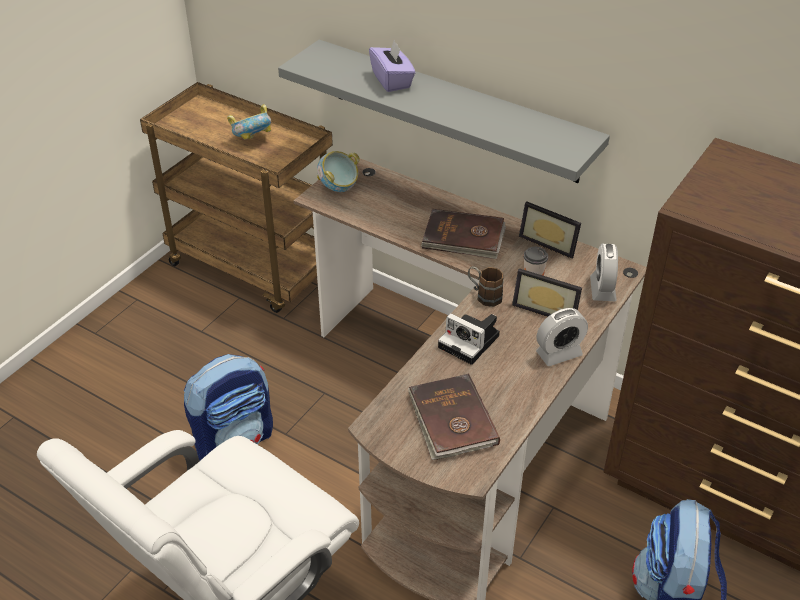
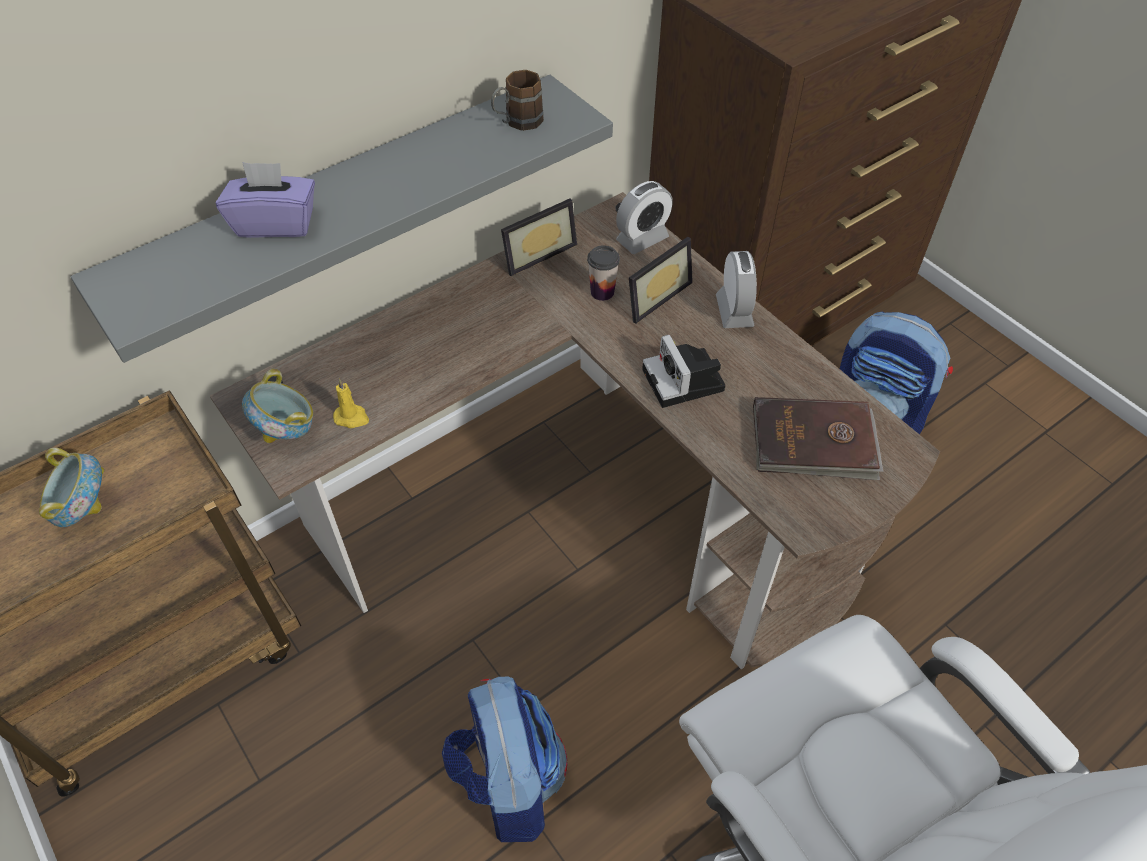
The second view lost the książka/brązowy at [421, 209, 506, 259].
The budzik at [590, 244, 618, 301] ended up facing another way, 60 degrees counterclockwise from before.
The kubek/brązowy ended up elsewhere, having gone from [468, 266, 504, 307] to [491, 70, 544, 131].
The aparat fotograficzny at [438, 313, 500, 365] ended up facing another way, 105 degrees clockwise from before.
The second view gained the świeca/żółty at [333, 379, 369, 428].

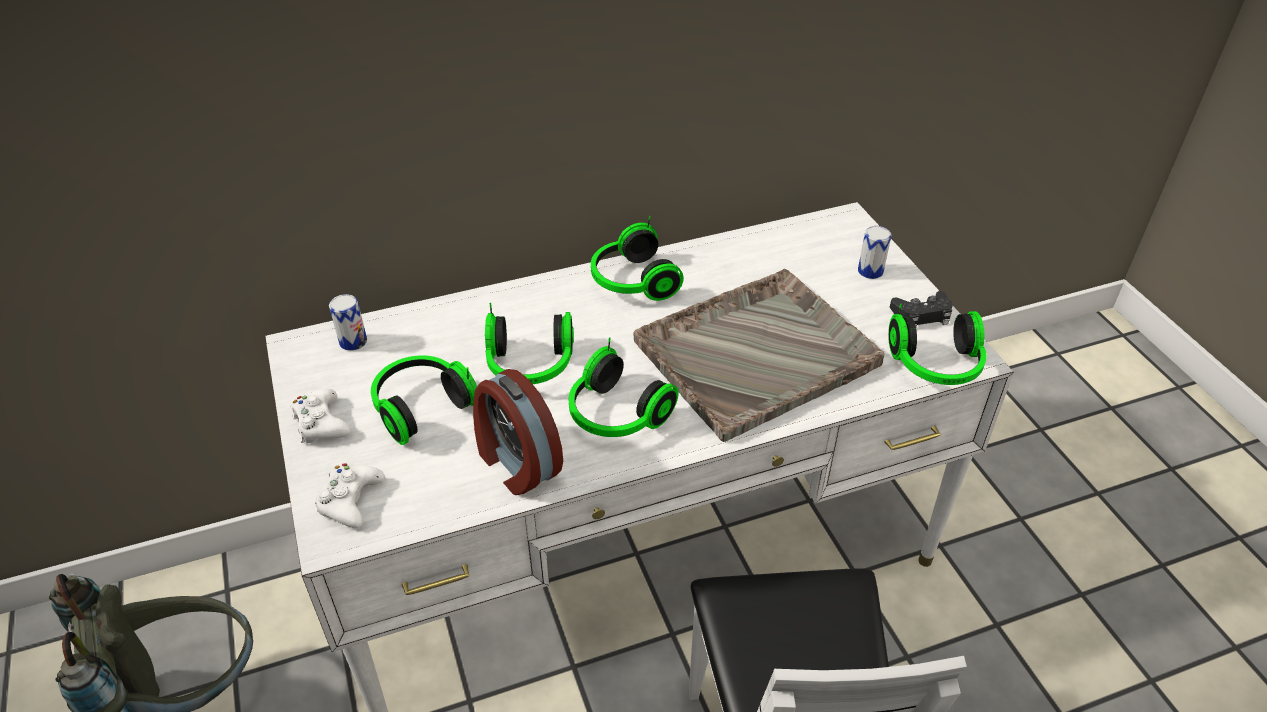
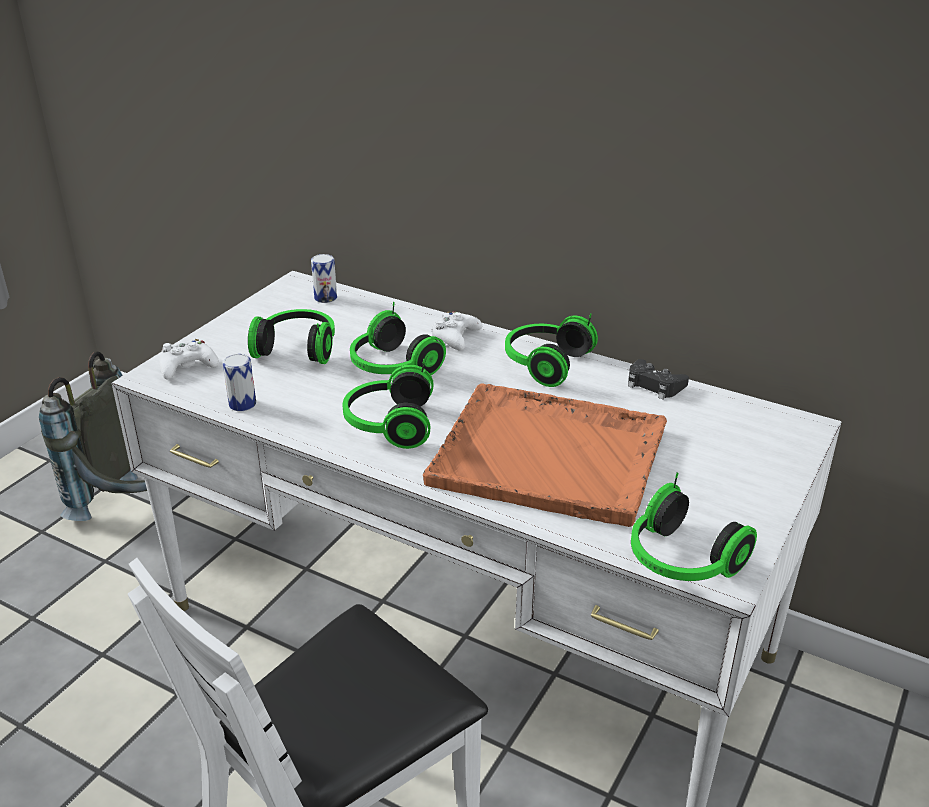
The puszka ended up elsewhere, having gone from [858, 226, 892, 279] to [222, 354, 256, 411].
What was the taca/szary at [634, 269, 884, 442] turned into the taca/pomarańczowy at [423, 383, 667, 527].
The pad do gier/czarny ended up elsewhere, having gone from [890, 291, 953, 327] to [628, 359, 689, 400].
The second view lost the budzik at [473, 369, 563, 495].
The pad do gier/biały ended up elsewhere, having gone from [291, 389, 351, 443] to [431, 311, 482, 351].

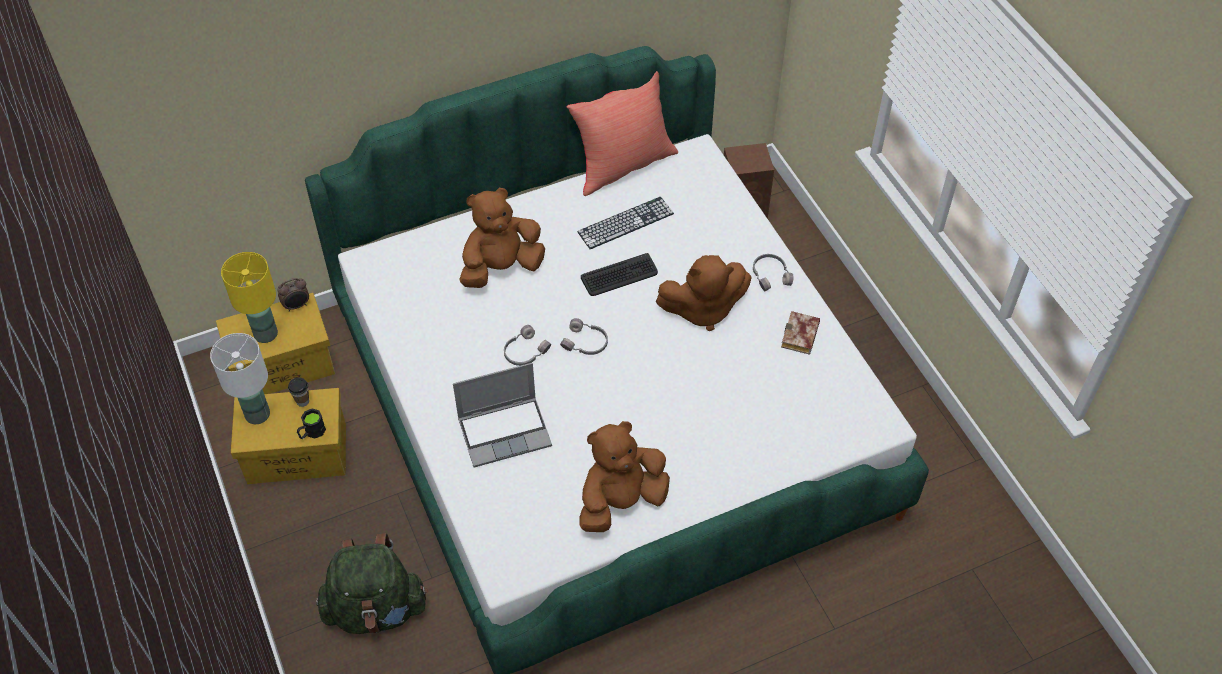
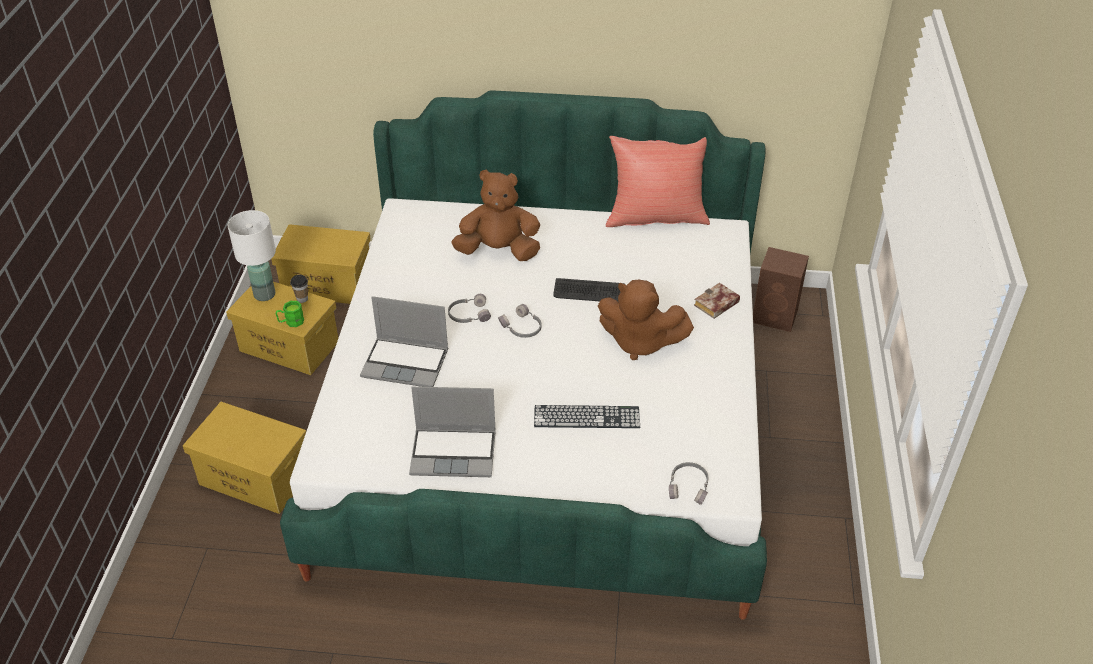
The klawiatura ended up elsewhere, having gone from [577, 197, 674, 249] to [534, 405, 640, 428].
The second view lost the lampa stołowa/żółty at [221, 252, 278, 343].
The słuchawki/szary ended up elsewhere, having gone from [753, 254, 794, 291] to [669, 462, 709, 505].
The second view lost the budzik at [278, 278, 309, 312].
The książka ended up elsewhere, having gone from [781, 311, 820, 355] to [694, 283, 740, 319].
What was the kubek/czarny at [297, 409, 326, 439] turned into the kubek/zielony at [276, 301, 304, 327].
Where the pluszak/brązowy stood at [579, 421, 670, 532], the laptop came to stand at [409, 387, 496, 477].
Where the plecak/zielony stood at [316, 533, 428, 634], the pojemnik do przechowywania/żółty came to stand at [183, 402, 306, 514].

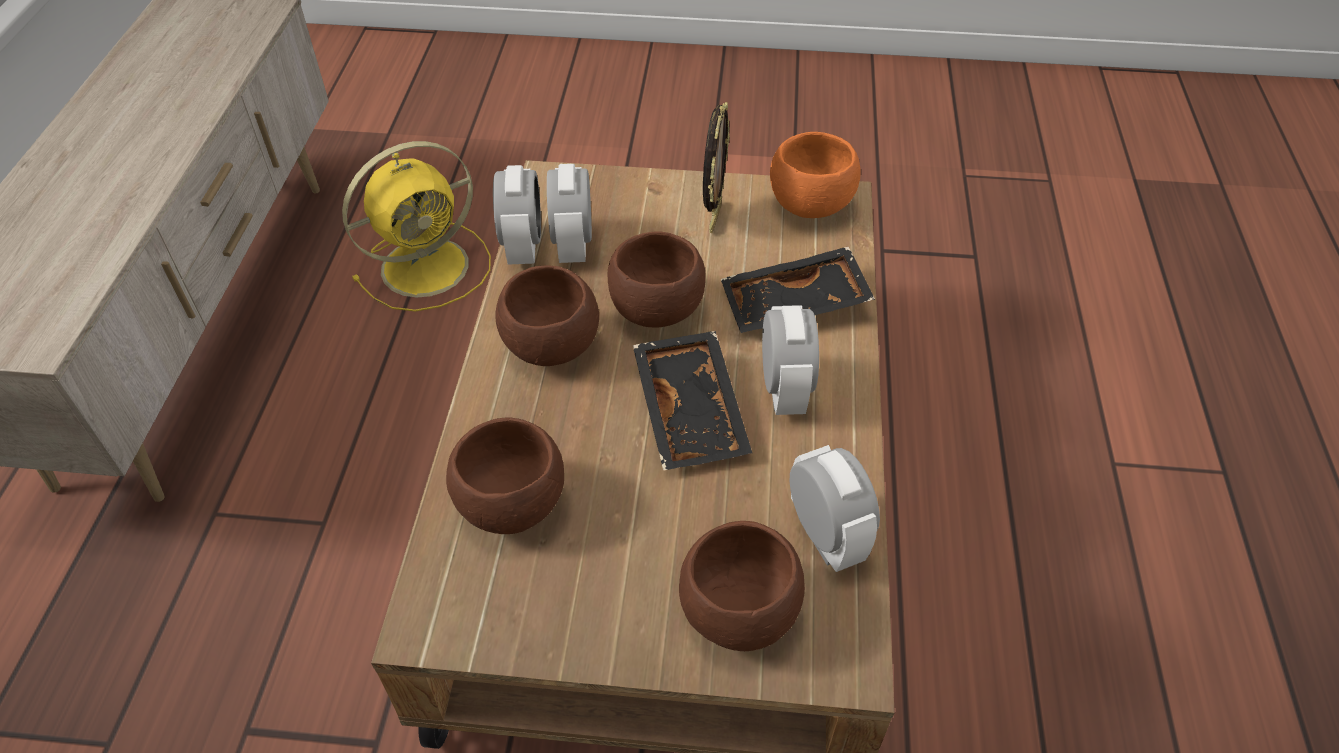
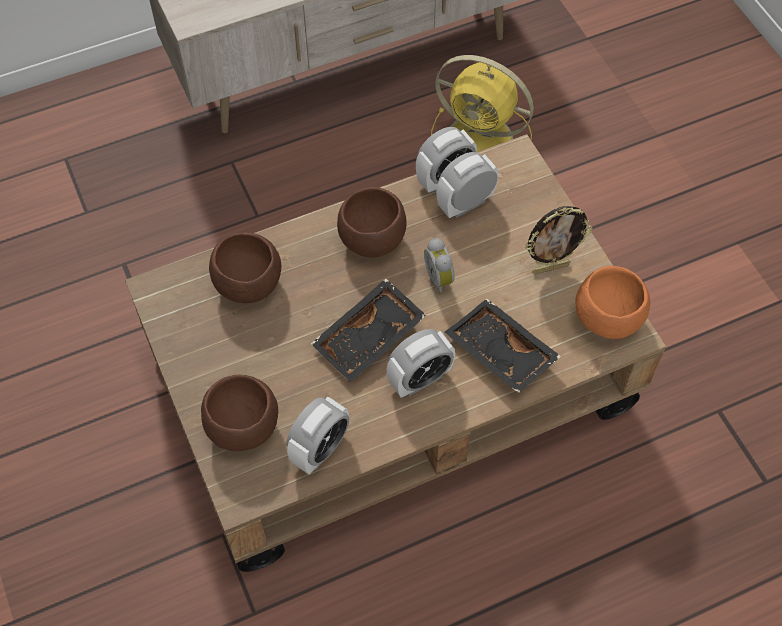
Where the miska/brązowy stood at [608, 231, 706, 327], the budzik came to stand at [424, 238, 455, 294].

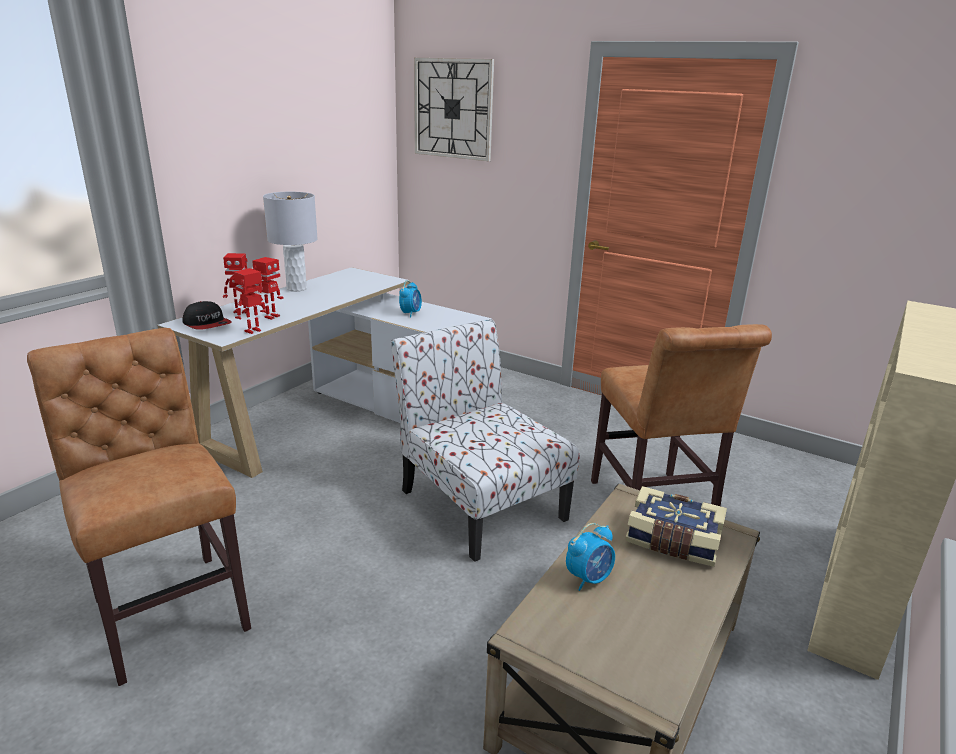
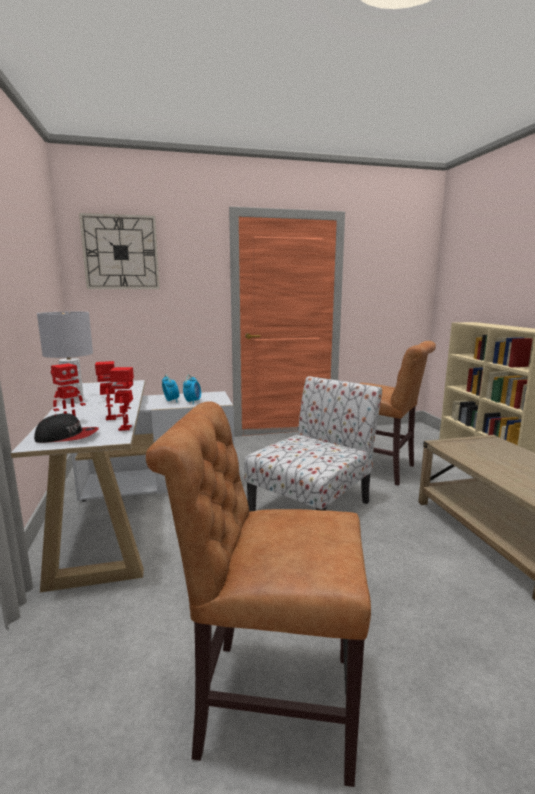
The krzesło at [391, 319, 579, 562] ended up facing another way, 120 degrees clockwise from before.
The second view lost the książka at [626, 486, 727, 567].
The budzik ended up elsewhere, having gone from [566, 523, 615, 591] to [183, 375, 201, 405].

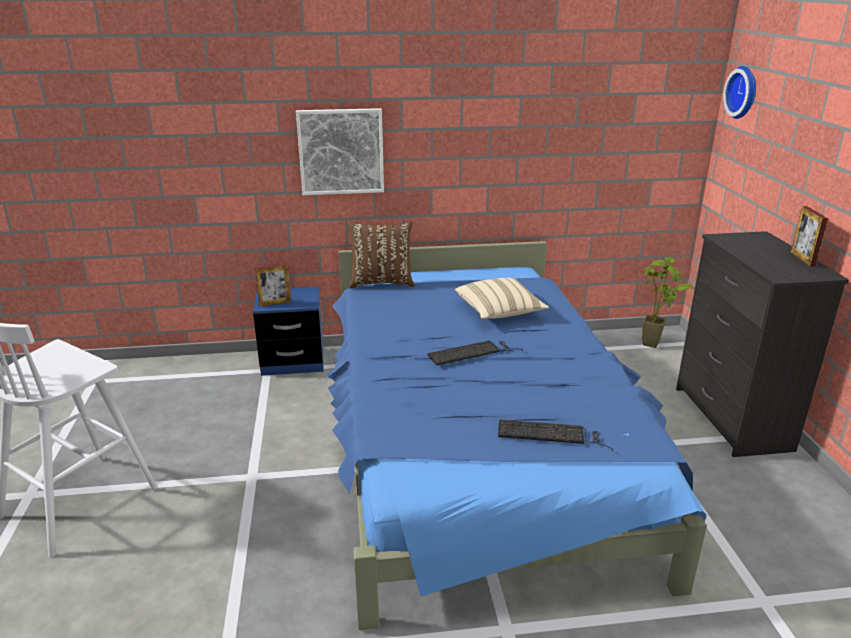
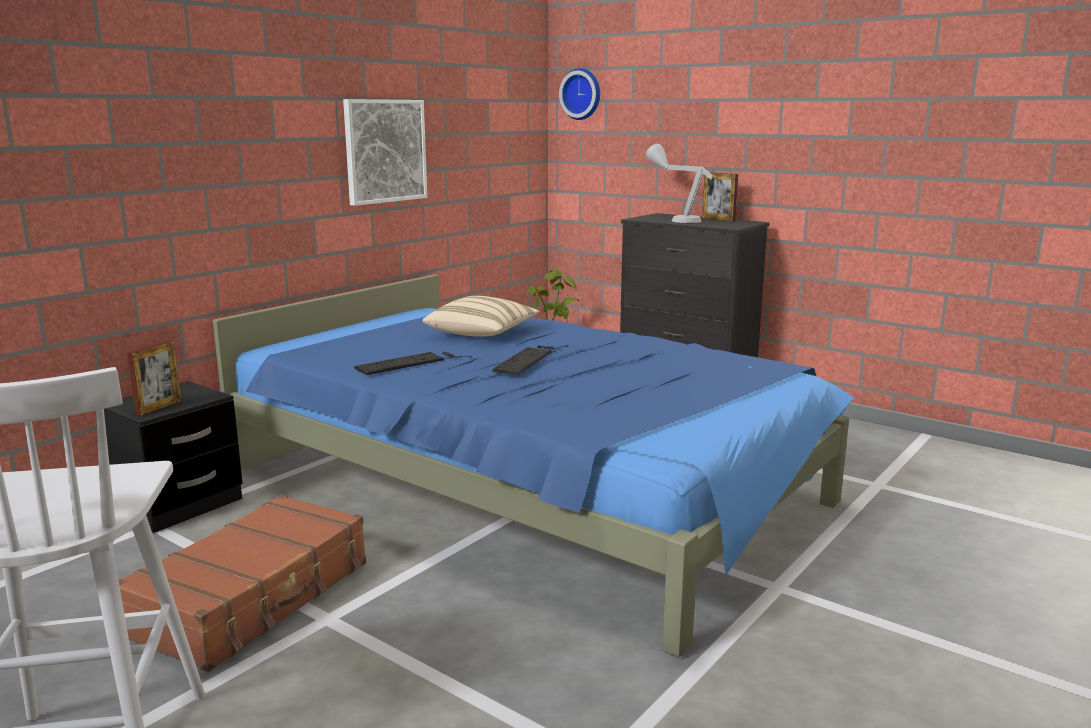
The obraz ended up elsewhere, having gone from [296, 108, 384, 195] to [343, 99, 427, 206].
The second view lost the poduszka/brązowy at [347, 221, 415, 288].
What was the szafka nocna/niebieski at [253, 287, 324, 376] turned into the szafka nocna/czarny at [104, 381, 243, 533].
The klawiatura ended up elsewhere, having gone from [498, 420, 615, 451] to [354, 352, 472, 375].
The second view gained the lampa stołowa/szary at [646, 144, 713, 223].
The second view gained the walizka/brązowy at [118, 494, 366, 672].

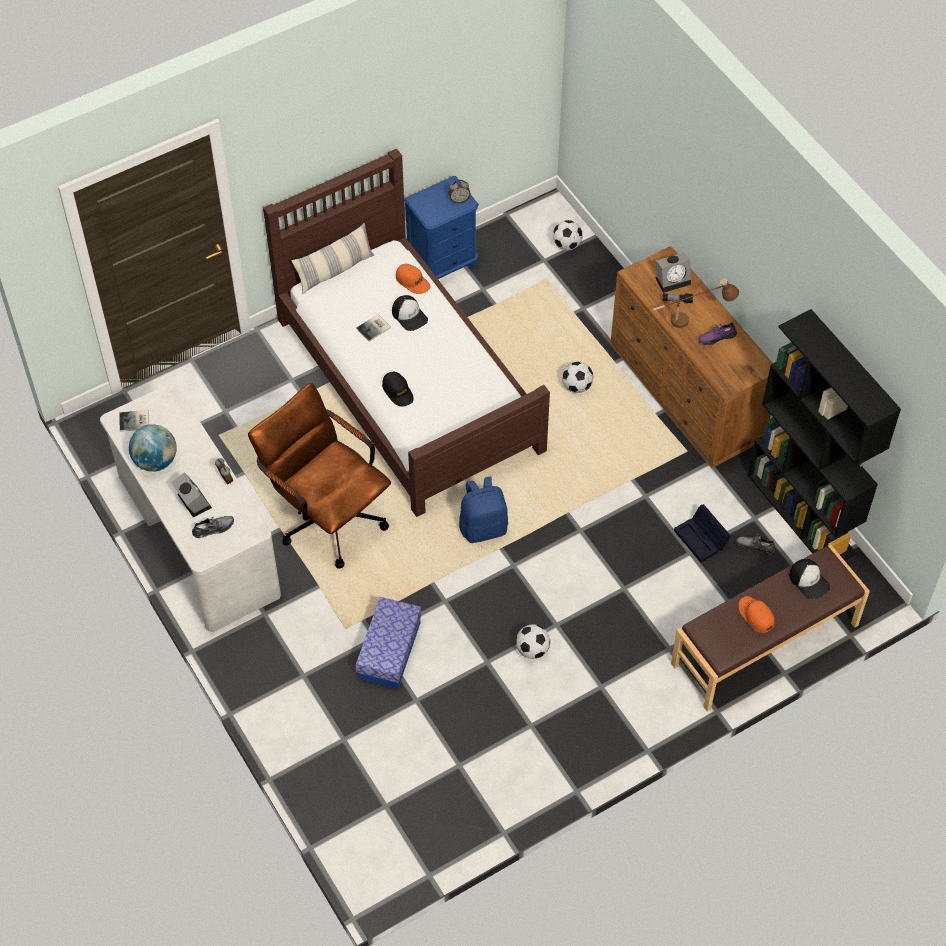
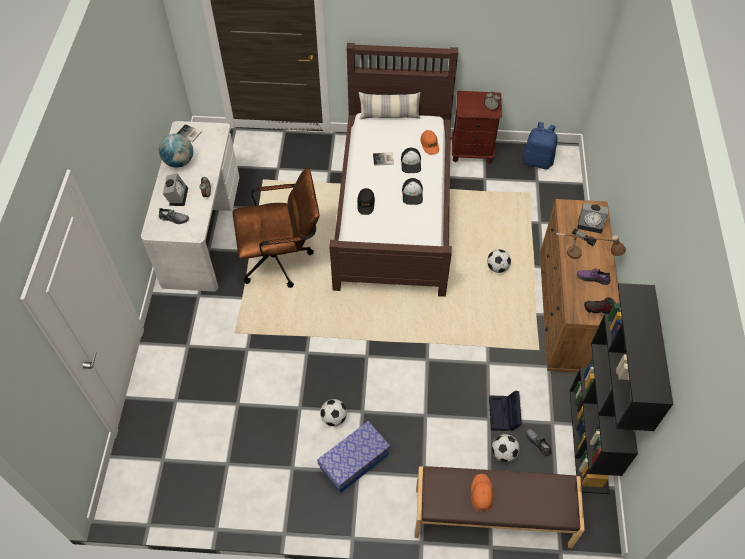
What was the szafka nocna/niebieski at [404, 175, 479, 279] turned into the szafka nocna/brązowy at [452, 91, 502, 164].
The piłka futbolowa ended up elsewhere, having gone from [553, 220, 583, 250] to [492, 434, 520, 462].
The krzesło biurowe/brązowy at [248, 383, 391, 569] ended up facing another way, 90 degrees clockwise from before.
The plecak/niebieski ended up elsewhere, having gone from [459, 477, 508, 543] to [522, 122, 558, 170].
The czapka z daszkiem ended up elsewhere, having gone from [789, 559, 830, 600] to [402, 178, 423, 205].
The pojemnik do przechowywania ended up elsewhere, having gone from [356, 597, 422, 688] to [317, 421, 391, 493].
The second view gained the but at [584, 297, 616, 314].

